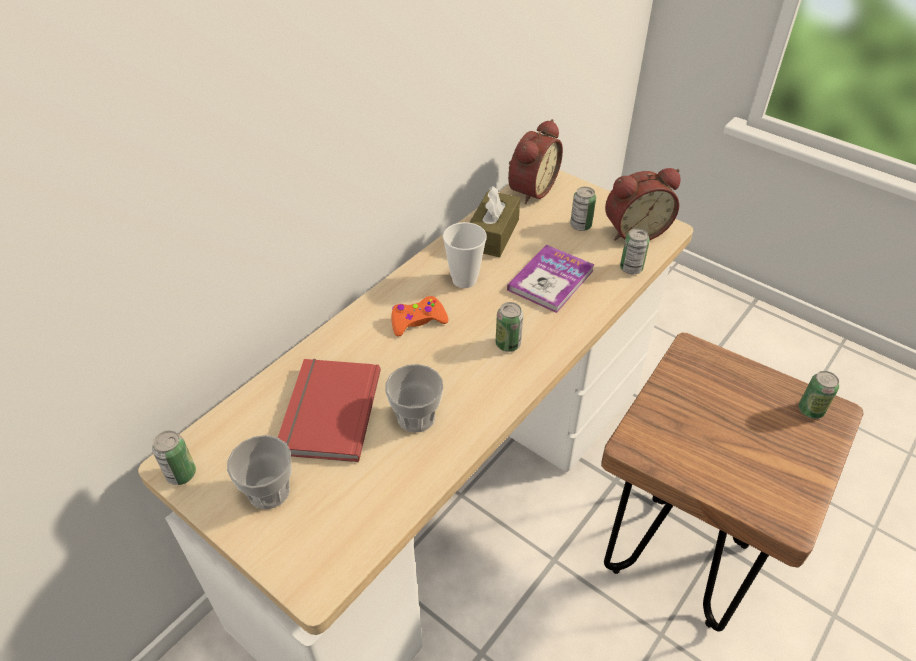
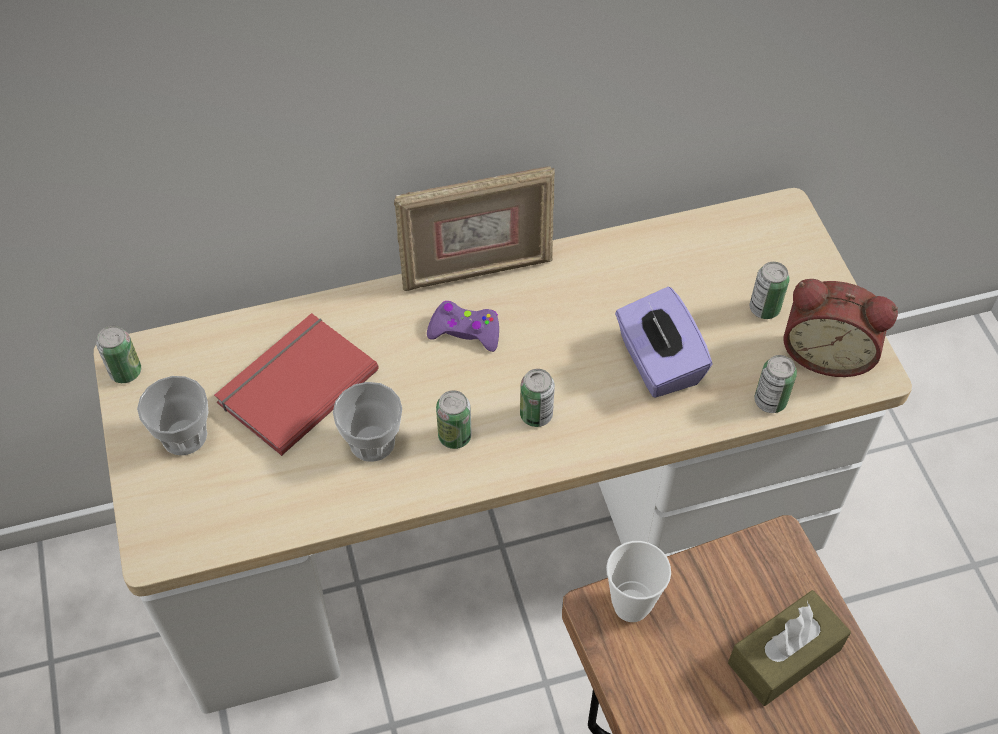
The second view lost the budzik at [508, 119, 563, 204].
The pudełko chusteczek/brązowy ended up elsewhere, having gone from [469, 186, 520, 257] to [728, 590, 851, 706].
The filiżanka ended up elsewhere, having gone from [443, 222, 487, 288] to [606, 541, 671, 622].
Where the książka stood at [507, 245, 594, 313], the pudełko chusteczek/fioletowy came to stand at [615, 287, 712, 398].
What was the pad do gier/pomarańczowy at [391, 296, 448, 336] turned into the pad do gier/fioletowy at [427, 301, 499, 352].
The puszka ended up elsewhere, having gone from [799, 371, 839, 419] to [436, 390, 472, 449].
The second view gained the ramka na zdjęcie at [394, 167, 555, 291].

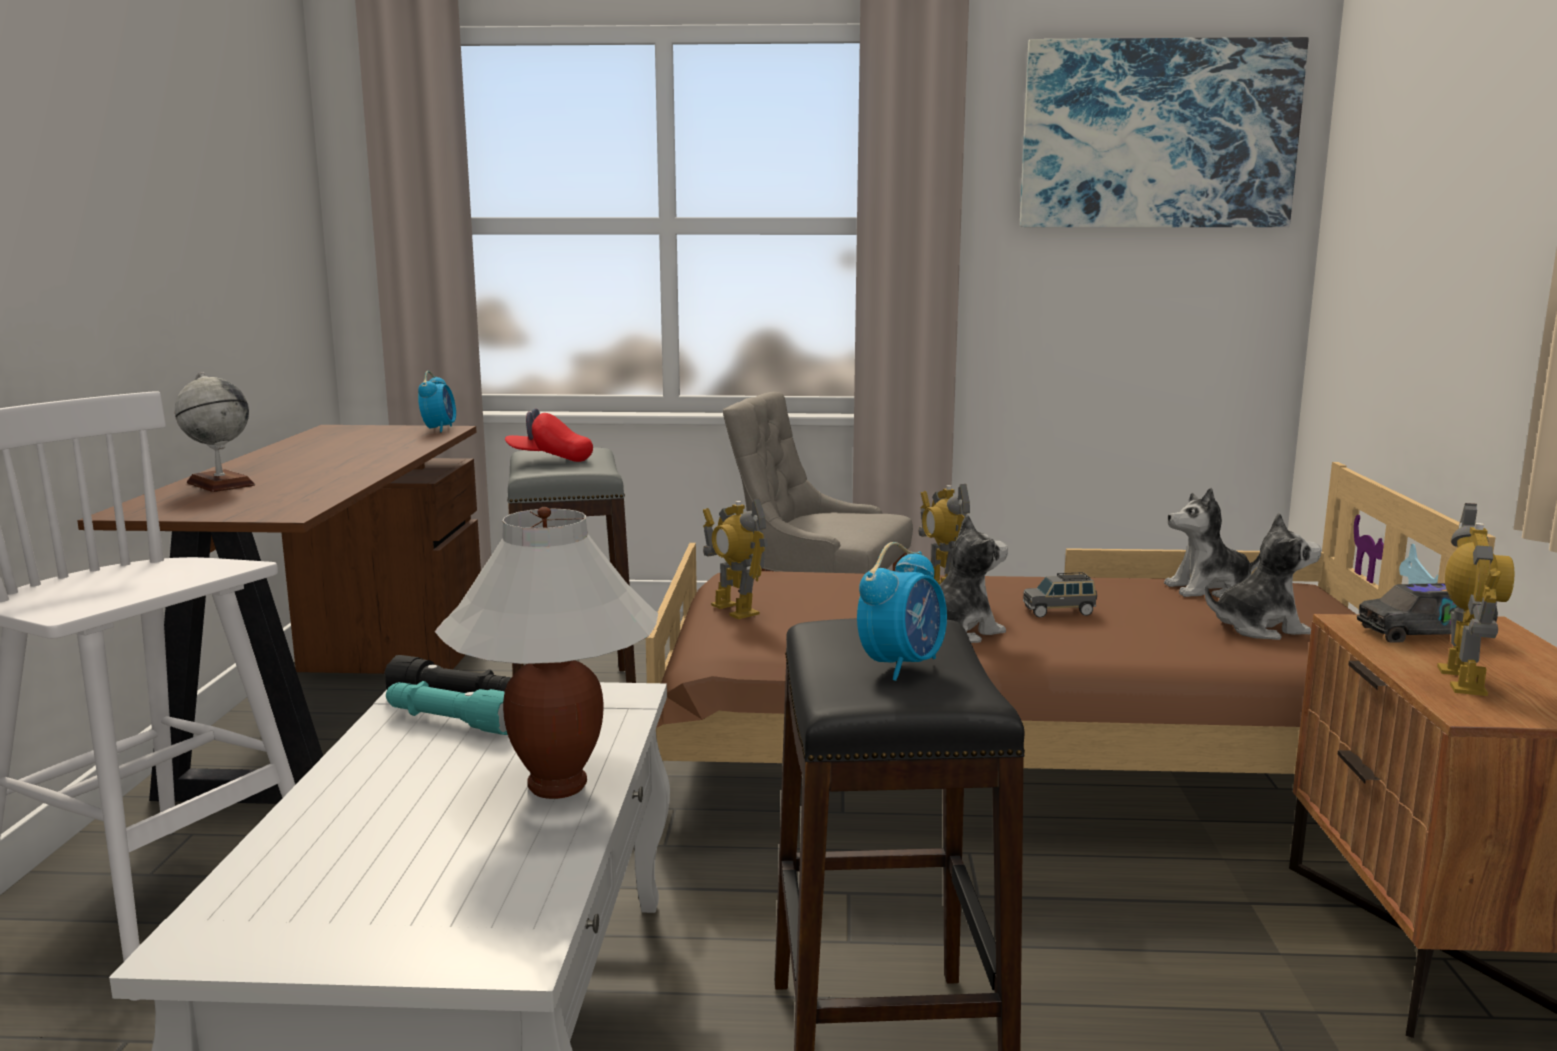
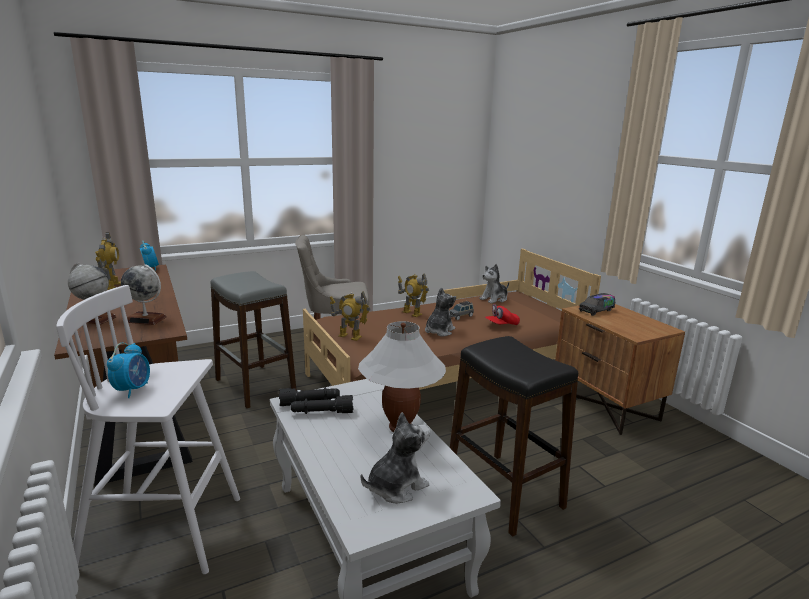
The second view lost the obraz at [1020, 37, 1309, 227].
The czapka z daszkiem/czerwony ended up elsewhere, having gone from [505, 408, 593, 462] to [485, 304, 520, 325].
The robot zabawkowy ended up elsewhere, having gone from [1437, 503, 1514, 696] to [95, 232, 121, 290].
The pluszak ended up elsewhere, having gone from [1205, 513, 1321, 640] to [361, 412, 430, 503].
The budzik ended up elsewhere, having gone from [857, 542, 947, 681] to [107, 343, 150, 398].
What was the latarka/turkusowy at [386, 681, 508, 735] turned into the latarka/czarny at [291, 395, 353, 414].
The second view gained the globus at [121, 264, 167, 325].

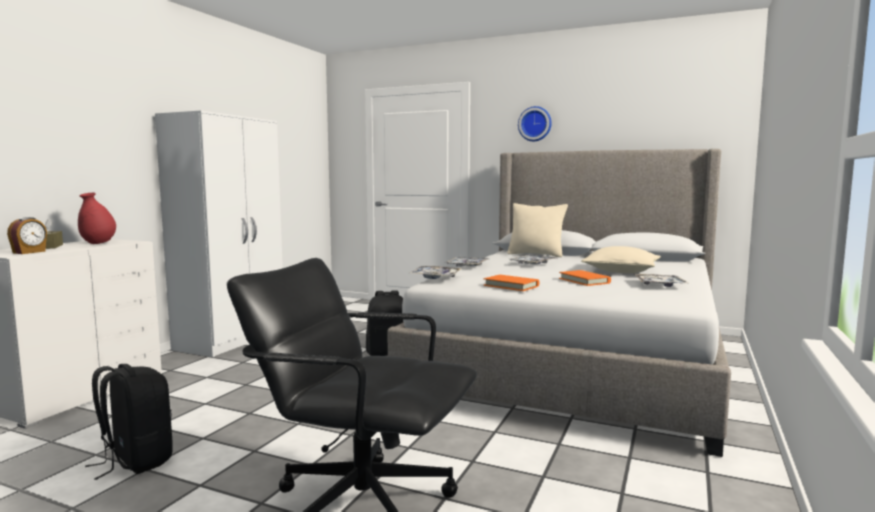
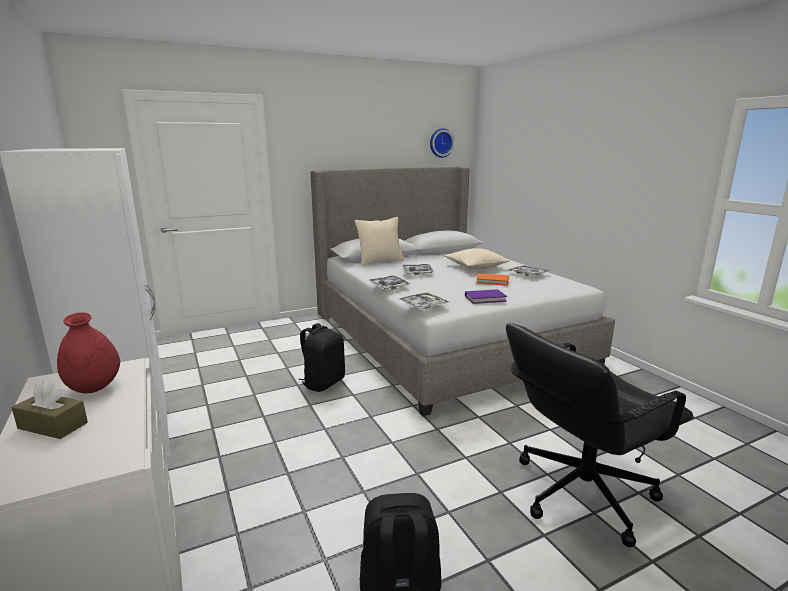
The zegar ścienny ended up elsewhere, having gone from [518, 106, 552, 141] to [430, 128, 454, 158].
The second view lost the budzik at [7, 217, 47, 254].
What was the książka/pomarańczowy at [484, 275, 539, 291] turned into the książka/fioletowy at [465, 289, 507, 304].

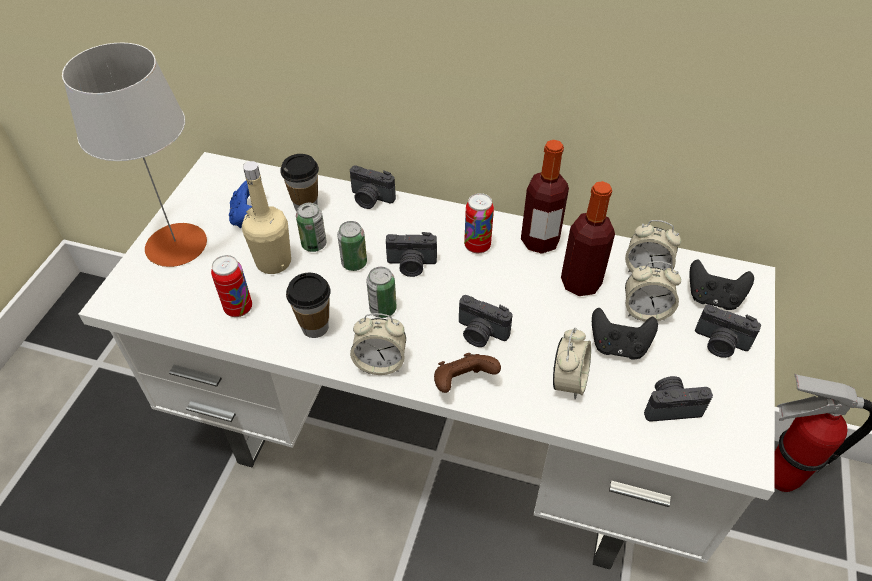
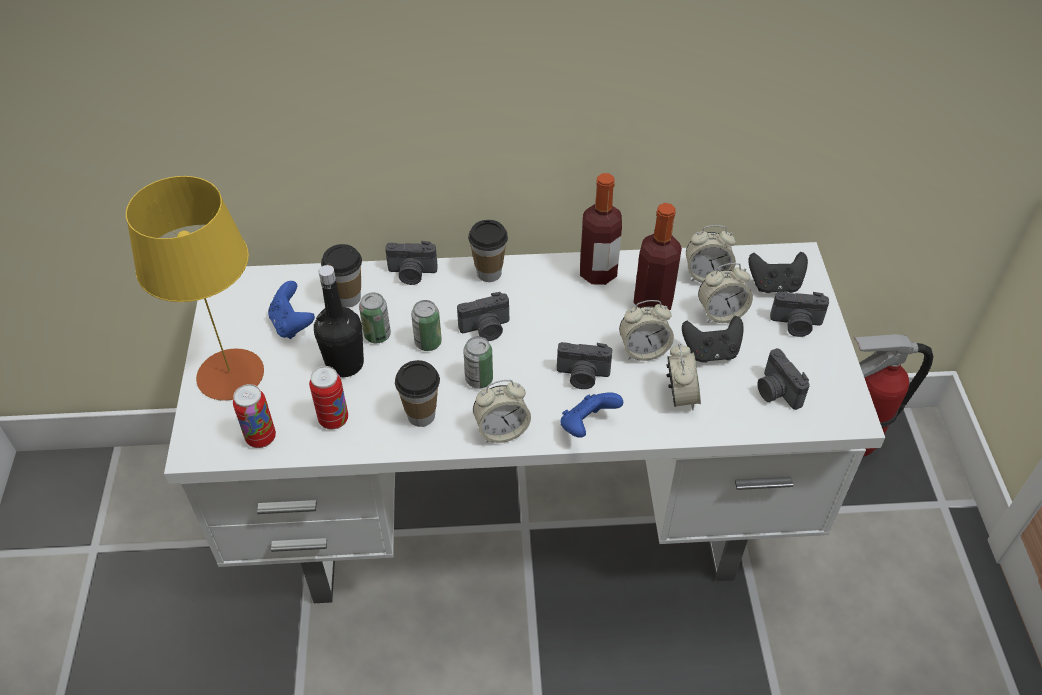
What was the lampa stołowa/szary at [62, 43, 207, 267] turned into the lampa stołowa/żółty at [126, 176, 264, 401].
What was the butelka/beżowy at [242, 161, 291, 274] turned into the butelka/czarny at [314, 265, 364, 377].
The puszka ended up elsewhere, having gone from [464, 193, 494, 253] to [233, 384, 276, 448].
What was the pad do gier/brązowy at [434, 353, 501, 393] turned into the pad do gier/niebieski at [560, 393, 623, 438].
The aparat fotograficzny at [644, 376, 713, 422] ended up facing another way, 90 degrees counterclockwise from before.
The second view gained the filiżanka at [468, 220, 508, 282].
The second view gained the budzik at [619, 300, 674, 361].

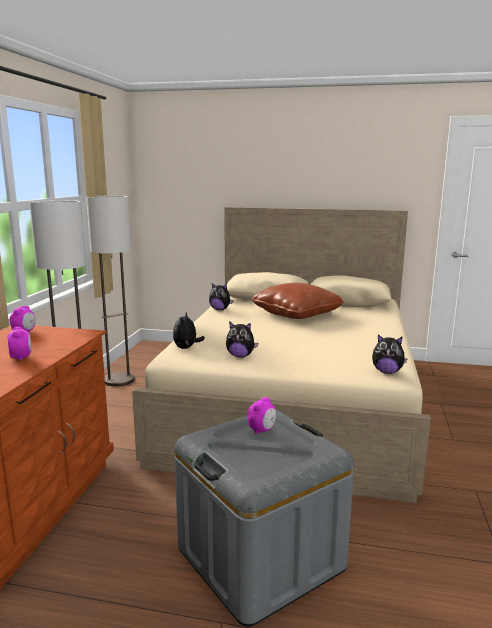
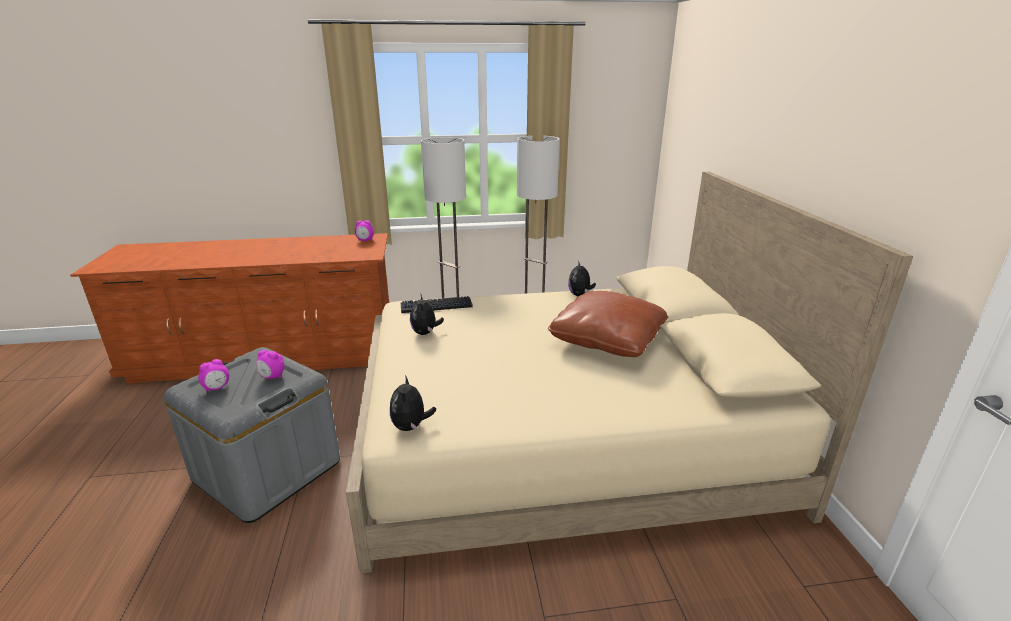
Where the pluszak stood at [173, 312, 205, 349], the klawiatura came to stand at [401, 296, 473, 313].
The budzik ended up elsewhere, having gone from [8, 327, 32, 361] to [198, 359, 229, 392].

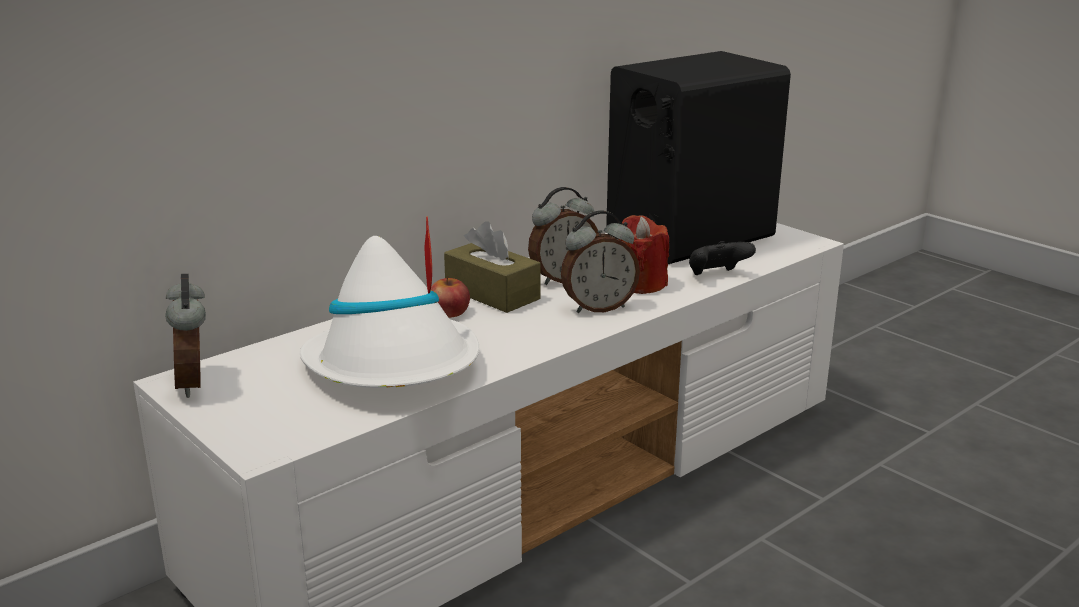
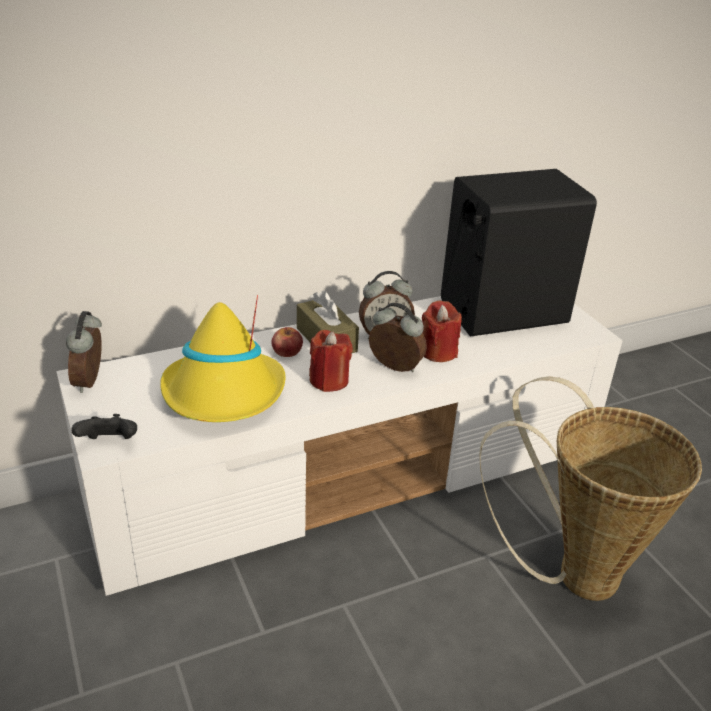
The budzik at [561, 210, 640, 313] ended up facing another way, 150 degrees counterclockwise from before.
What was the kapelusz/biały at [300, 216, 479, 388] turned into the kapelusz/żółty at [160, 295, 285, 422].
The pad do gier/czarny ended up elsewhere, having gone from [689, 241, 756, 275] to [71, 414, 137, 439].
The second view gained the świeca/czerwony at [309, 330, 353, 392].
The second view gained the koszyk at [479, 377, 702, 601].

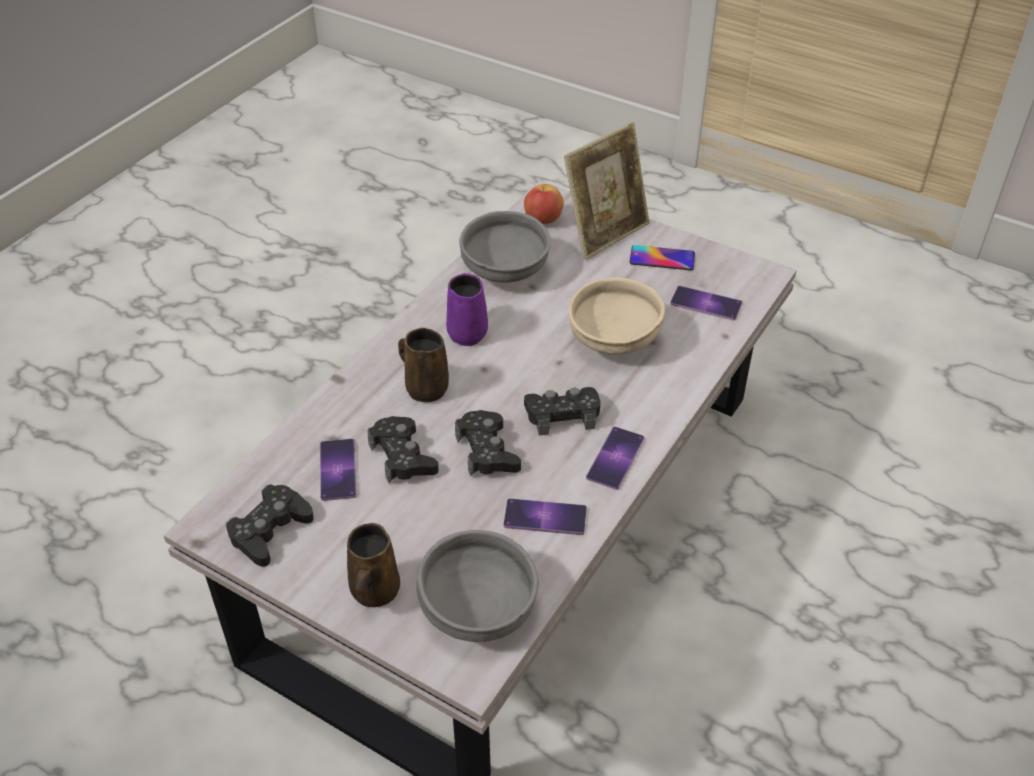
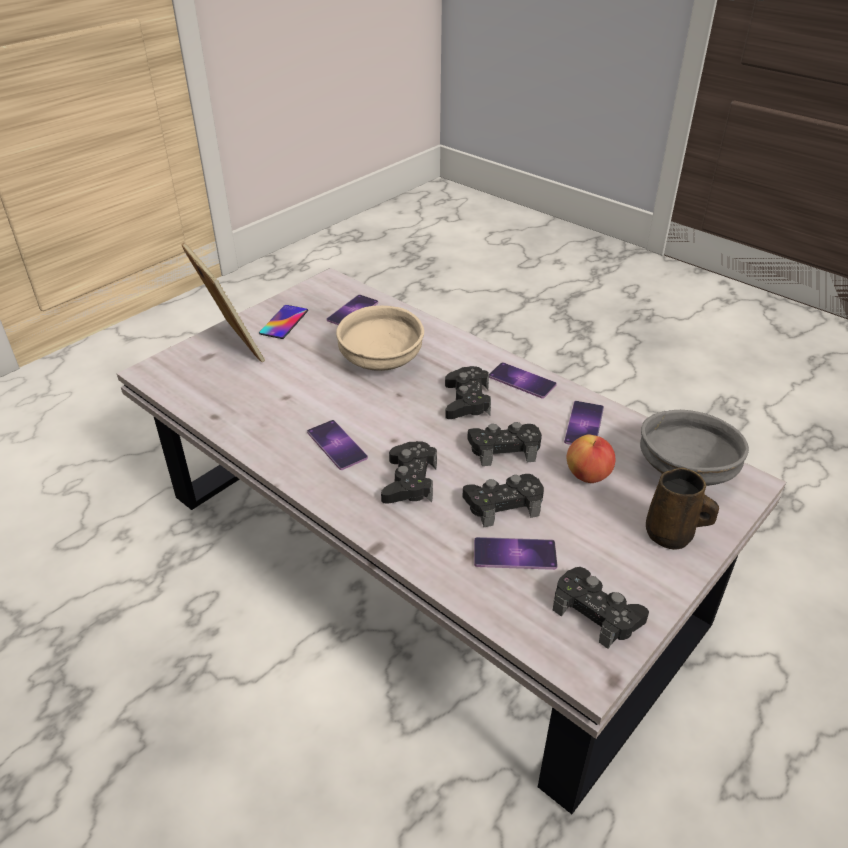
The jabłko ended up elsewhere, having gone from [524, 184, 564, 224] to [567, 435, 615, 483].
The second view lost the miska/szary at [460, 211, 551, 283].
Where the kubek/fioletowy stood at [446, 273, 488, 346], the telefon came to stand at [307, 420, 368, 470].
Where the kubek/brązowy stood at [398, 328, 449, 402], the pad do gier/czarny came to stand at [381, 441, 437, 504].

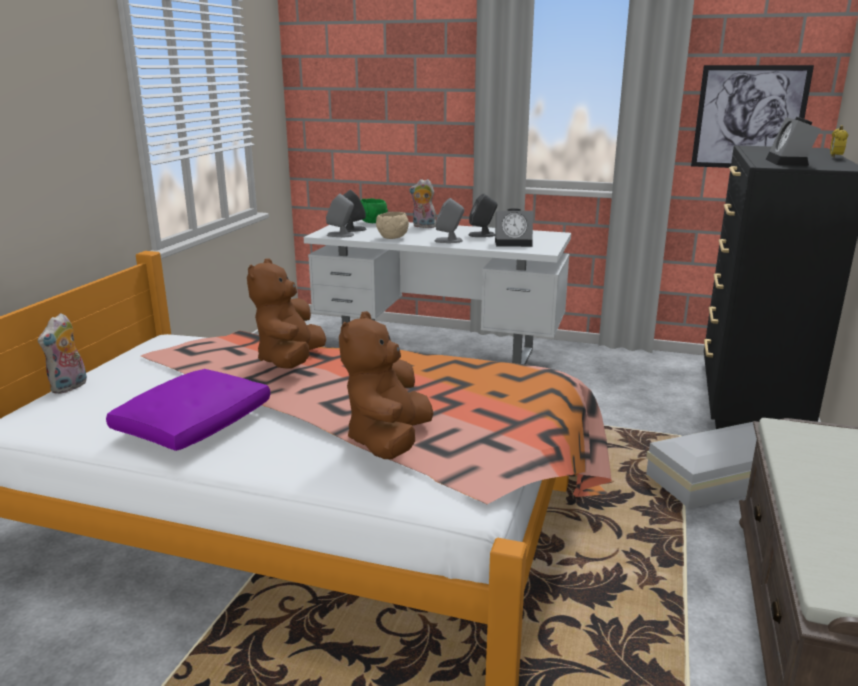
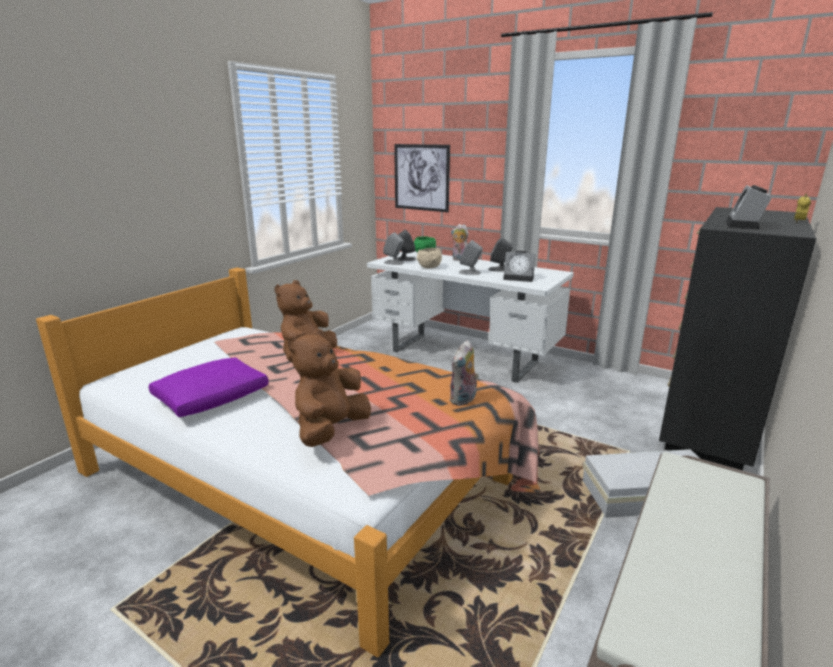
The obraz ended up elsewhere, having gone from [691, 65, 814, 168] to [394, 144, 450, 212].
The pluszak ended up elsewhere, having gone from [38, 313, 87, 394] to [449, 340, 479, 406].

